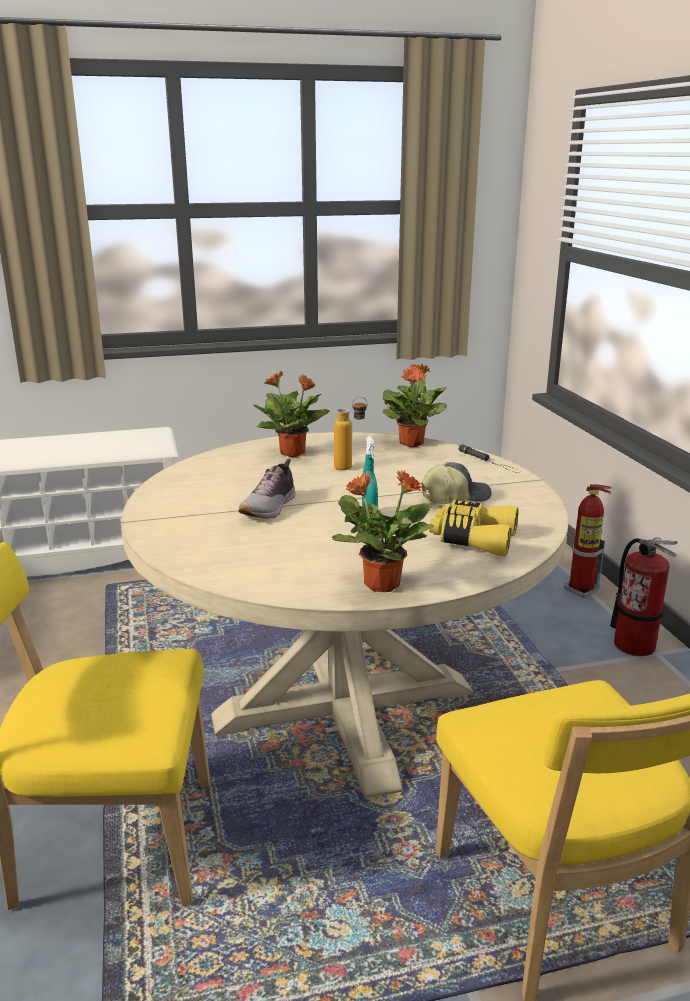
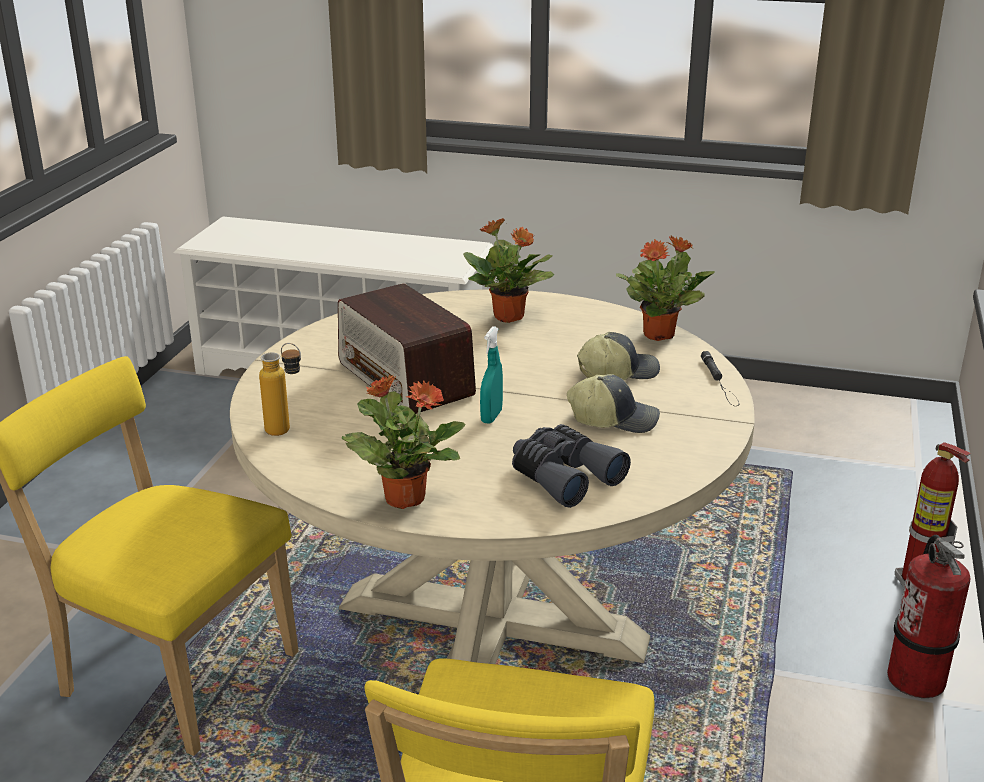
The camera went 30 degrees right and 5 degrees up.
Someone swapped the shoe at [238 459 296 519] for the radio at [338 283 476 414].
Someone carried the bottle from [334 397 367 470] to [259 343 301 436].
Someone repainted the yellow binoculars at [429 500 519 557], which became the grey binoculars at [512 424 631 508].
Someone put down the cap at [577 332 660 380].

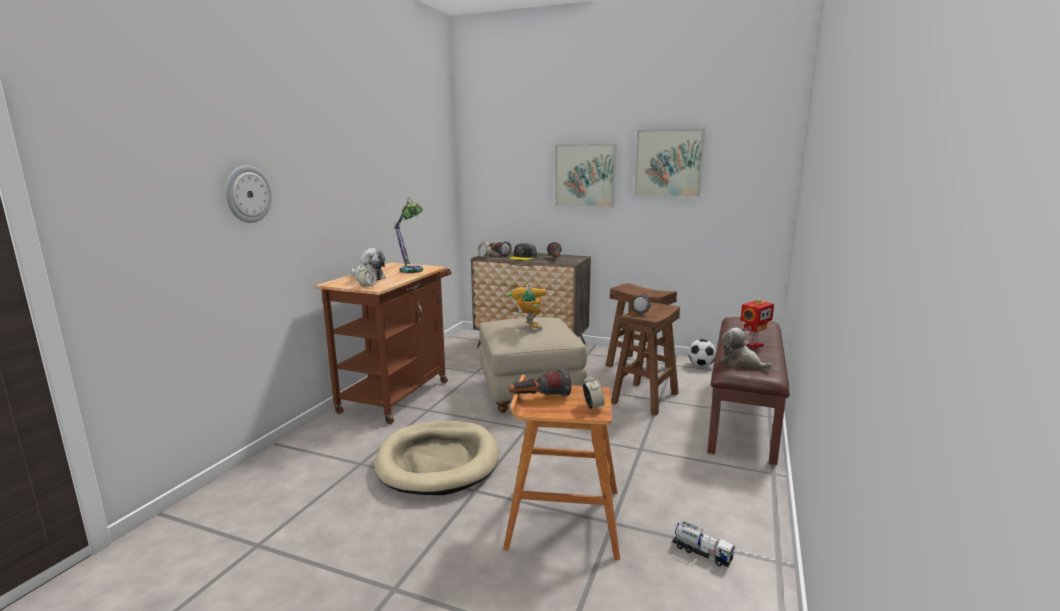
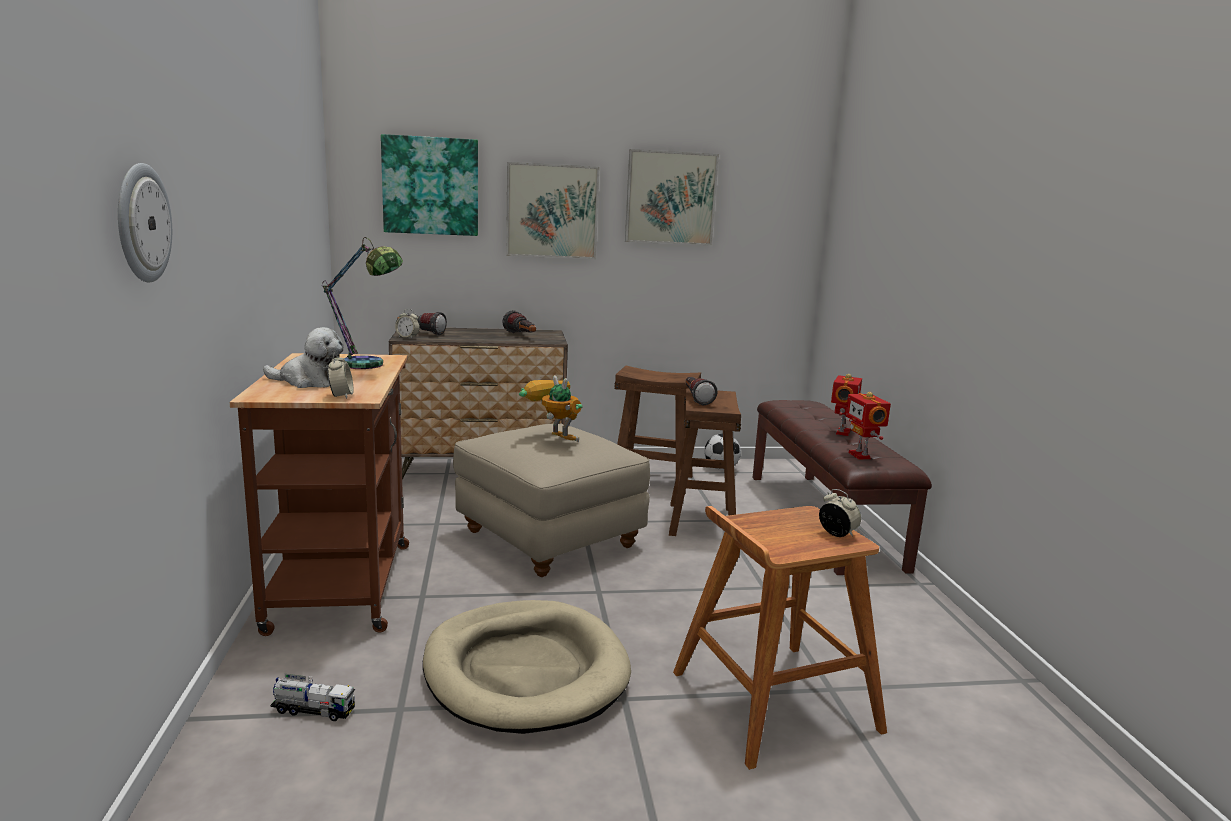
The camera went 30 degrees left and 0 degrees up.
Someone took away the flashlight at [508 369 571 396].
Someone took away the grey cap at [510 243 537 260].
Someone carried the toy truck from [672 521 735 567] to [270 674 355 721].
Someone swapped the plush toy at [720 328 773 371] for the toy robot at [845 392 891 459].
Someone put up the picture at [381 134 478 236].

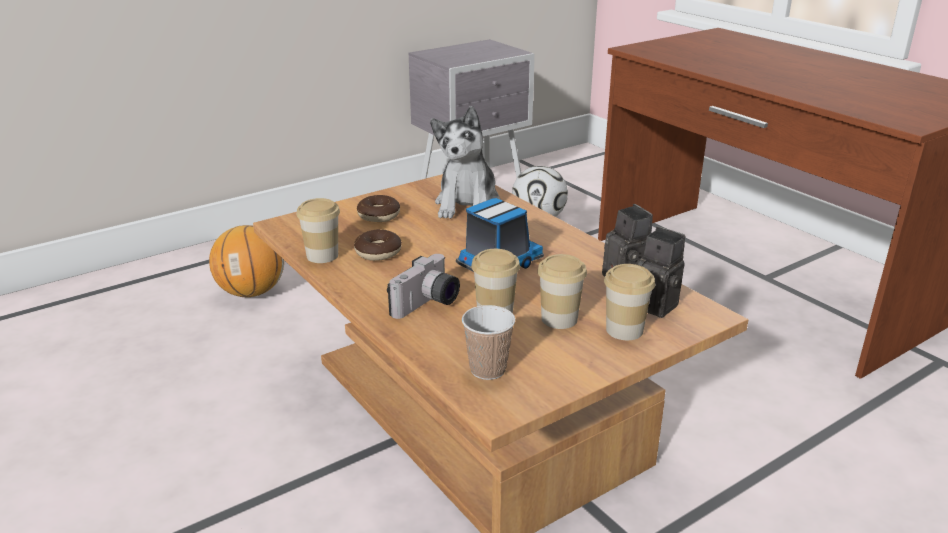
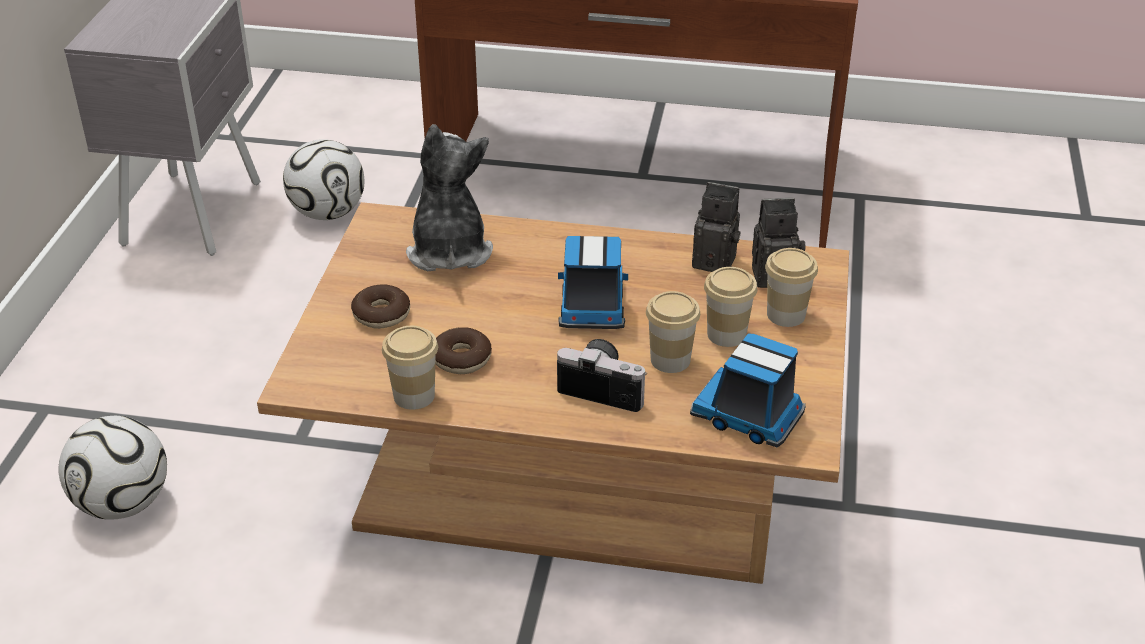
The camera went 45 degrees left and 10 degrees up.
Someone swapped the basketball at [209 225 284 297] for the football at [59 416 167 520].
Someone rotated the photo camera at [387 254 460 319] by 60 degrees counterclockwise.
Someone rotated the plush toy at [430 106 500 219] by 150 degrees counterclockwise.
Someone swapped the cup at [462 305 515 380] for the toy truck at [690 333 806 448].

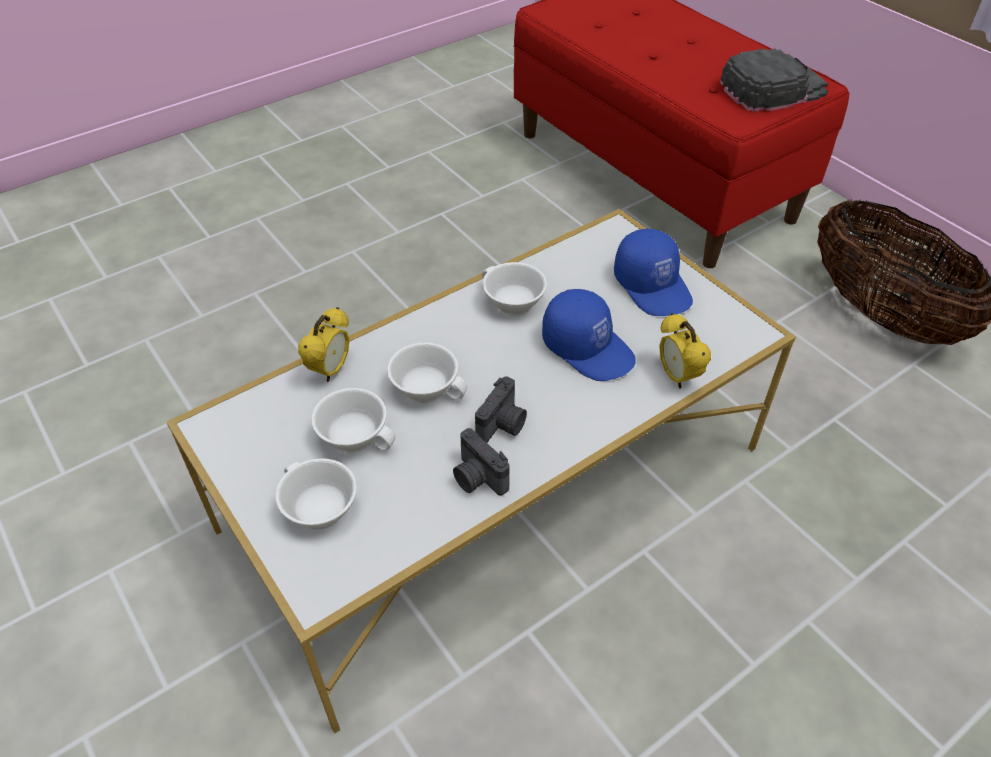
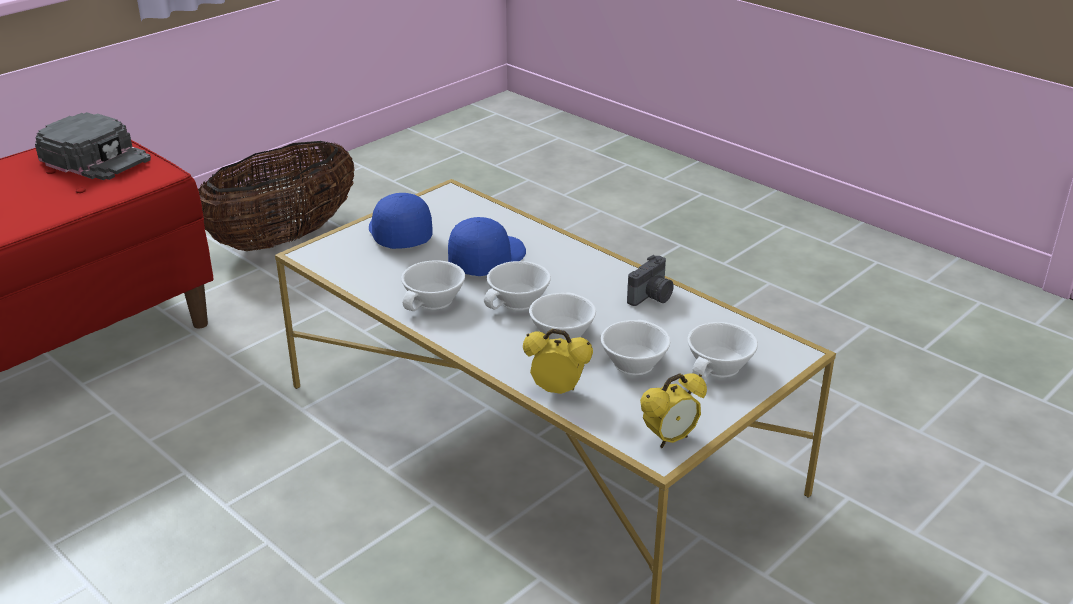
The camera went 100 degrees left and 15 degrees down.
Someone took away the photo camera at [475 377 527 442].
Someone rotated the blue cap at [614 229 693 316] by 75 degrees counterclockwise.
Someone carried the alarm clock from [659 313 711 389] to [640 373 707 448].
Someone rotated the black cap at [720 49 828 112] by 150 degrees clockwise.
Someone put down the white cup at [484 261 551 310].

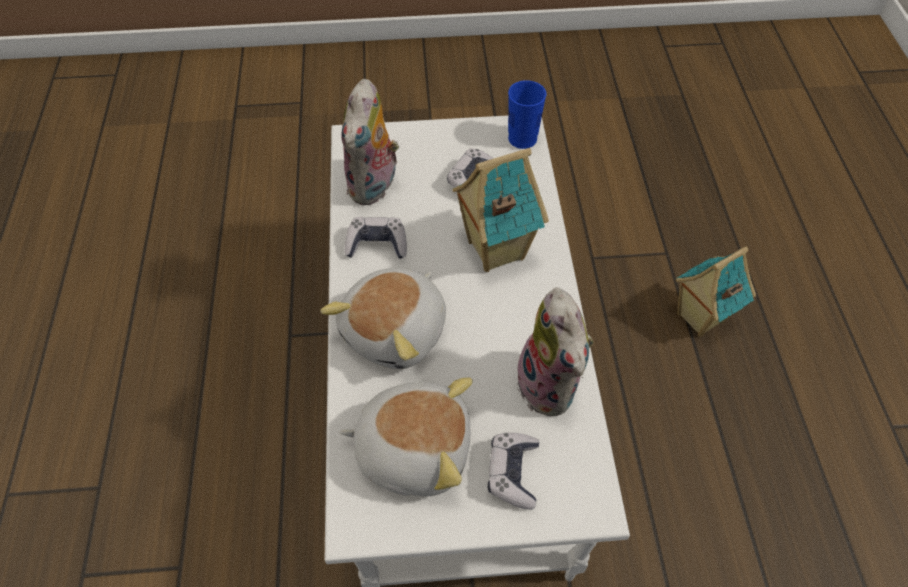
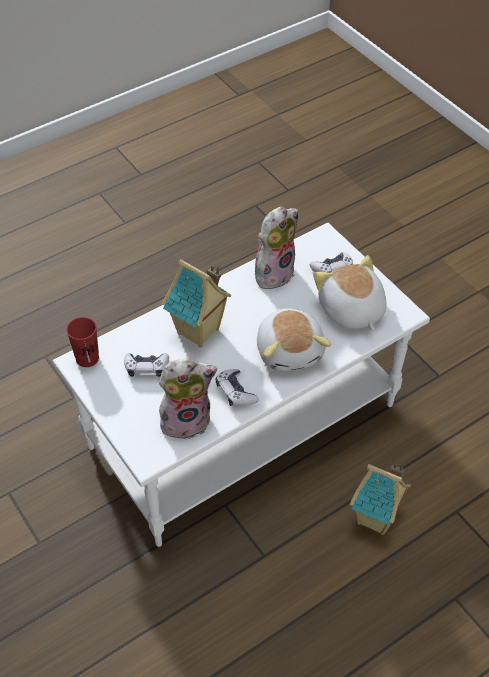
The camera went 120 degrees left and 5 degrees down.
Someone rotated the plush toy at [320 268 446 369] by 75 degrees clockwise.
Someone repainted the blue cup at [508 80 546 149], which became the red cup at [66 317 99 367].
Someone carried the toy house from [676 247 756 337] to [350 463 411 535].

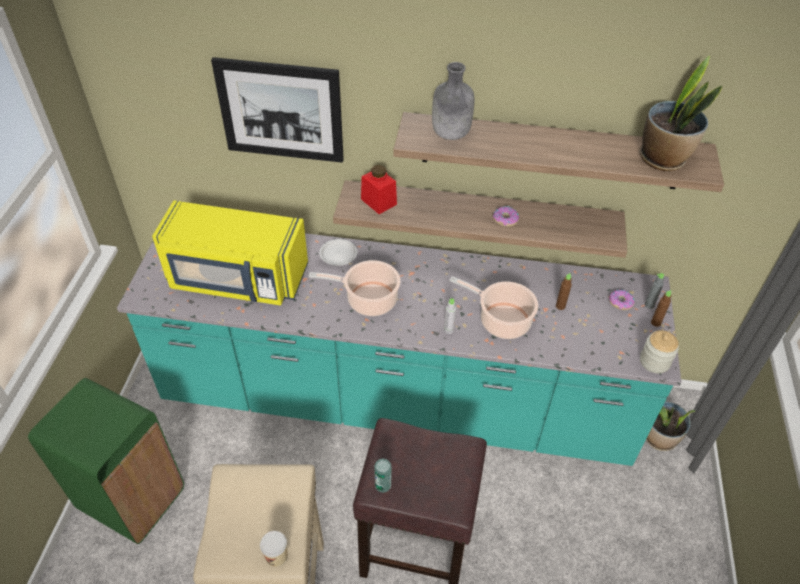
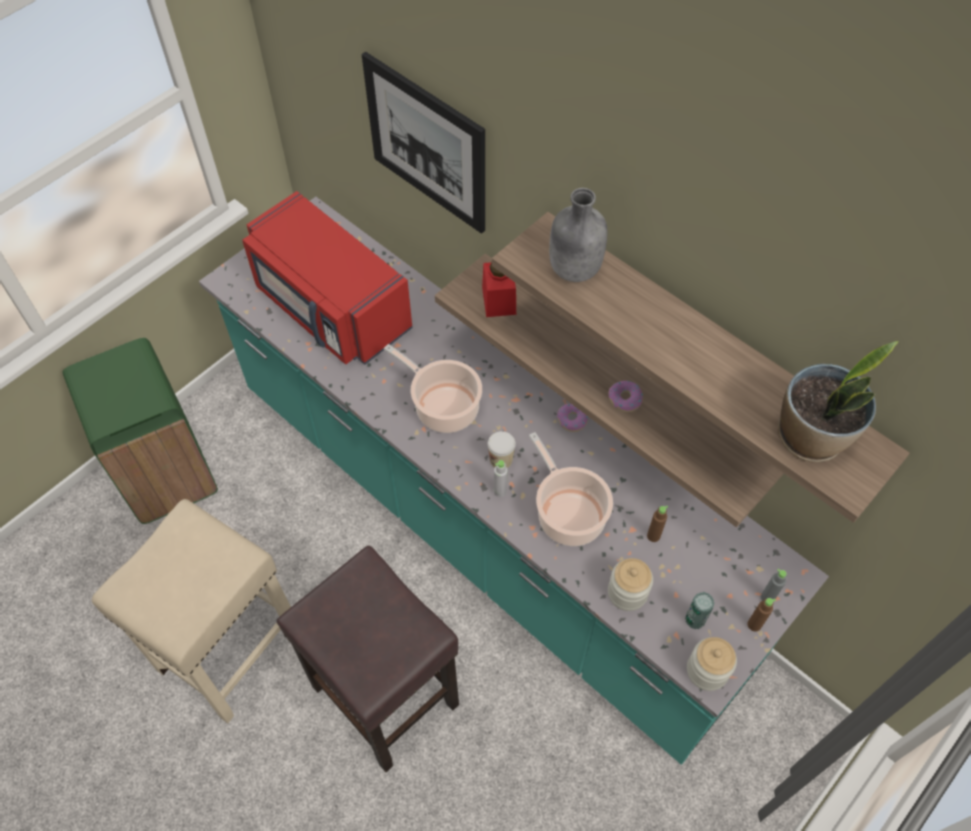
The camera went 35 degrees right and 10 degrees up.
Someone repainted the yellow microwave at [152 201 308 305], which became the red microwave at [242 191 412 365].
Someone carried the cup from [260 531 288 567] to [488 431 516 468].
Someone took away the white plate at [319 239 358 266].
Someone carried the can from [374 458 392 493] to [685 592 715 629].
Someone carried the donut from [609 290 635 310] to [557 403 588 432].
Someone took away the potted plant at [646 401 695 451].
Someone put down the jar at [608 558 653 611].

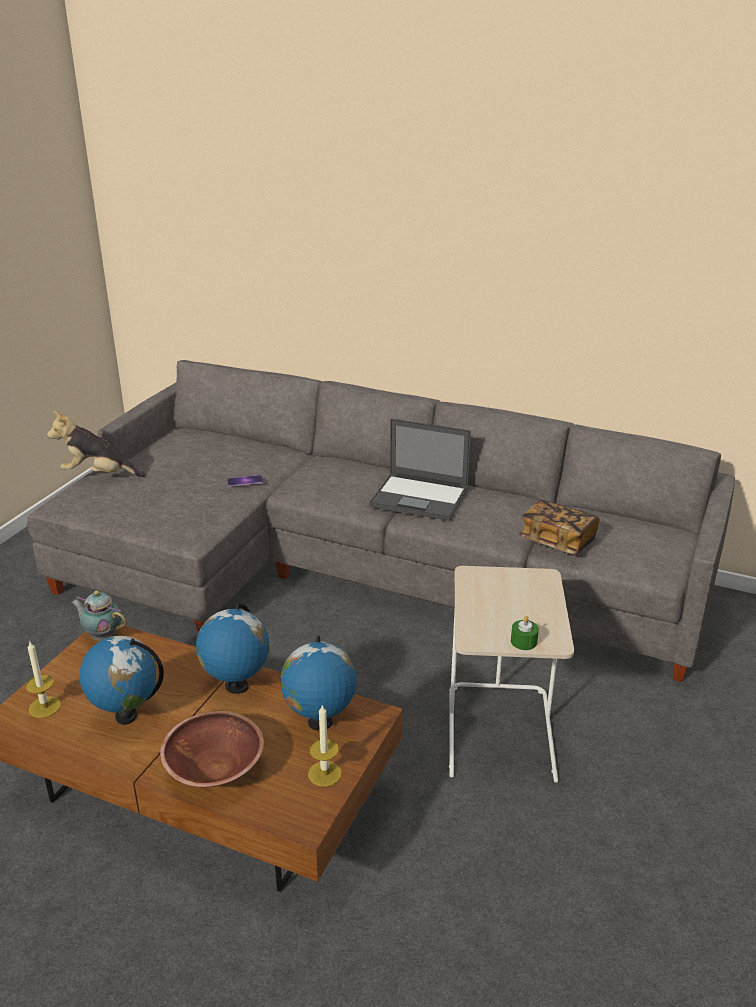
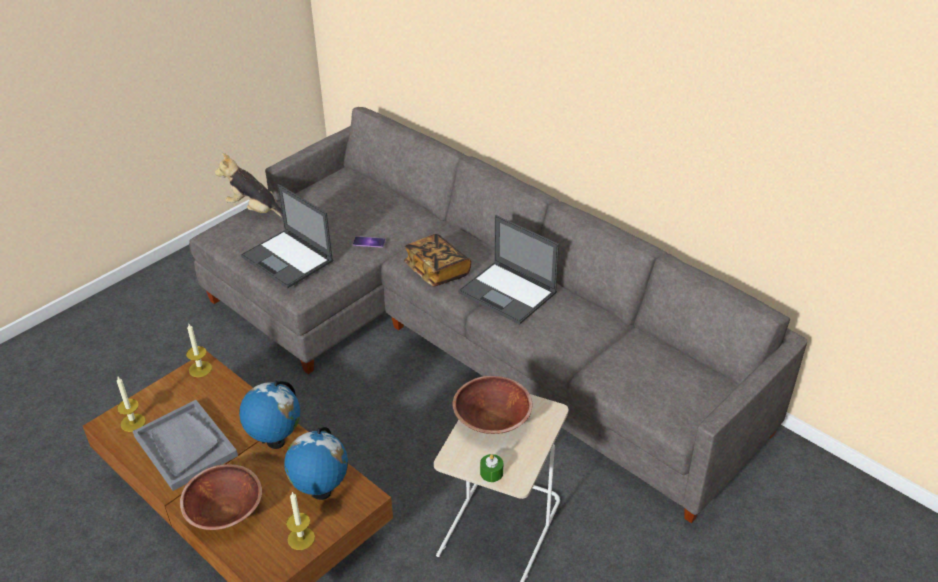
The camera went 20 degrees right and 10 degrees up.
Someone swapped the teapot at [71 591 127 641] for the candle at [186 324 212 377].
Someone swapped the globe at [80 636 164 725] for the grey tray at [133 400 238 491].
Someone carried the book from [519 500 600 555] to [404 234 471 287].
Someone put down the laptop at [241 184 333 289].
Someone put down the brown bowl at [452 376 532 434].

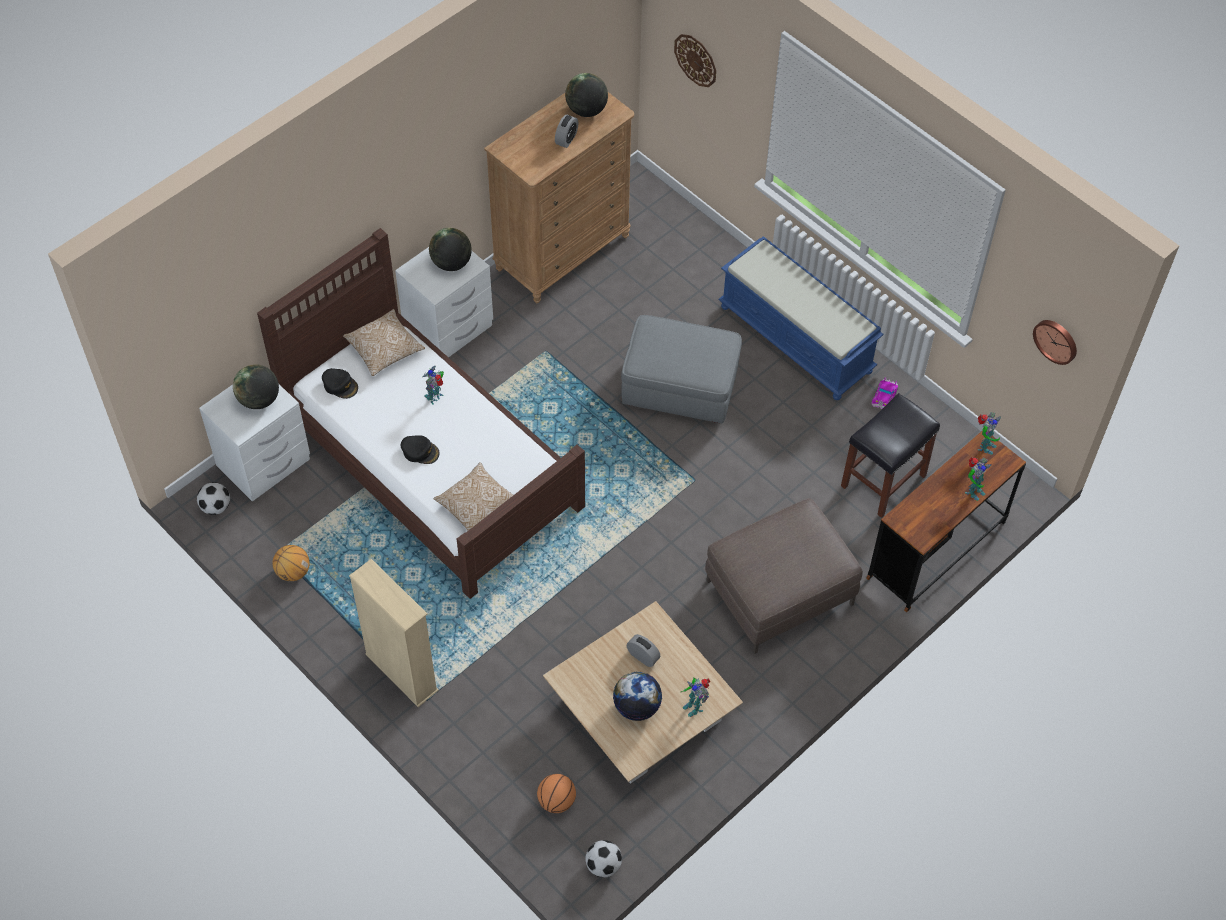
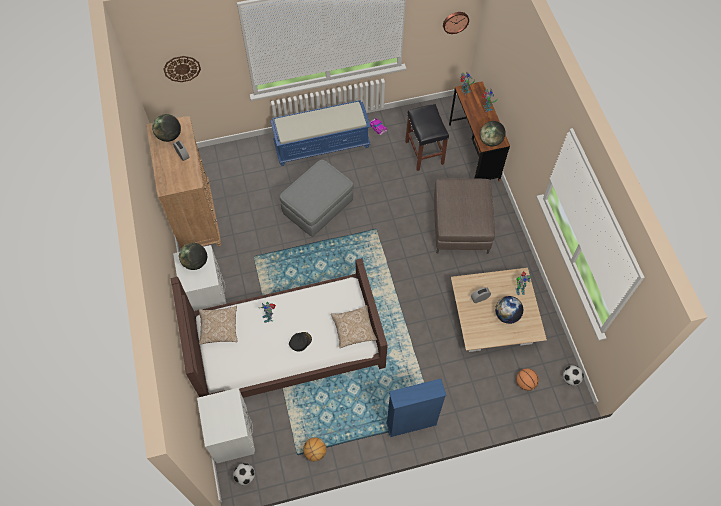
The camera went 60 degrees left and 5 degrees up.
Someone carried the globe from [233 364 279 409] to [480 121 506 146].
Someone took away the black cap at [322 368 358 399].
Someone repainted the beige bookcase at [349 559 439 707], which became the blue bookcase at [386 379 447 437].

